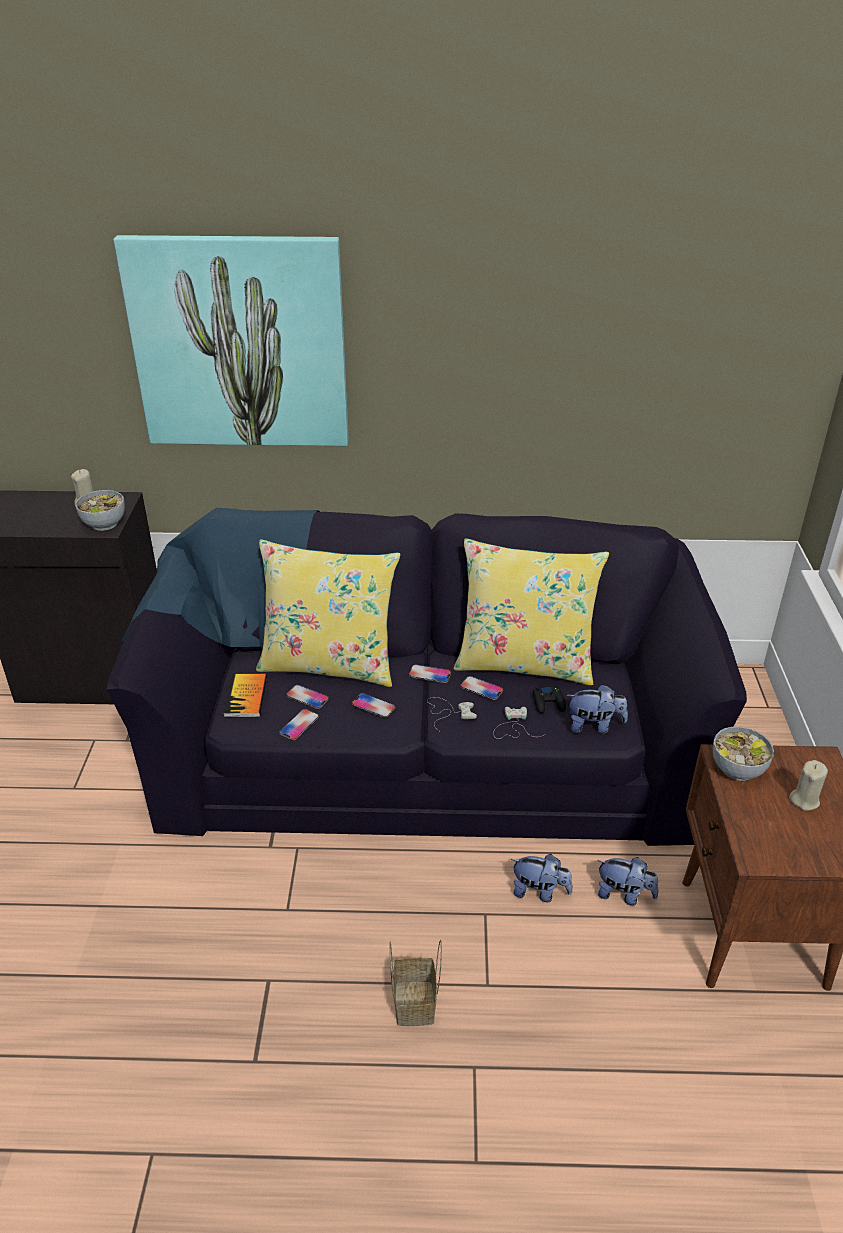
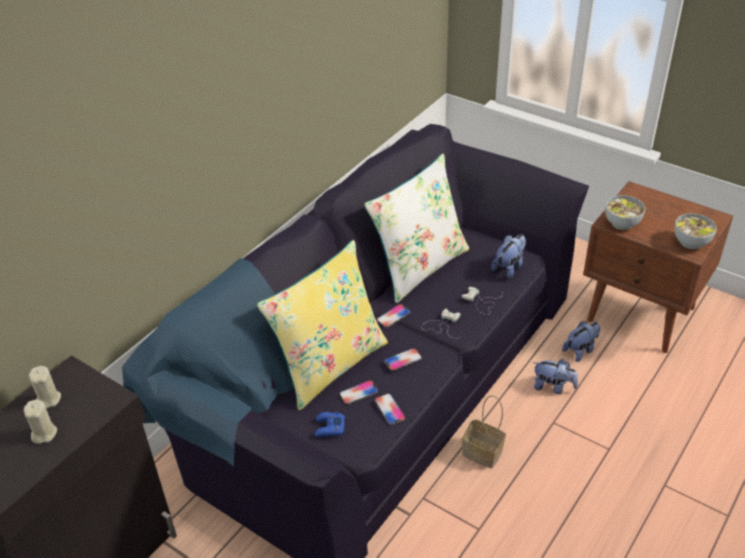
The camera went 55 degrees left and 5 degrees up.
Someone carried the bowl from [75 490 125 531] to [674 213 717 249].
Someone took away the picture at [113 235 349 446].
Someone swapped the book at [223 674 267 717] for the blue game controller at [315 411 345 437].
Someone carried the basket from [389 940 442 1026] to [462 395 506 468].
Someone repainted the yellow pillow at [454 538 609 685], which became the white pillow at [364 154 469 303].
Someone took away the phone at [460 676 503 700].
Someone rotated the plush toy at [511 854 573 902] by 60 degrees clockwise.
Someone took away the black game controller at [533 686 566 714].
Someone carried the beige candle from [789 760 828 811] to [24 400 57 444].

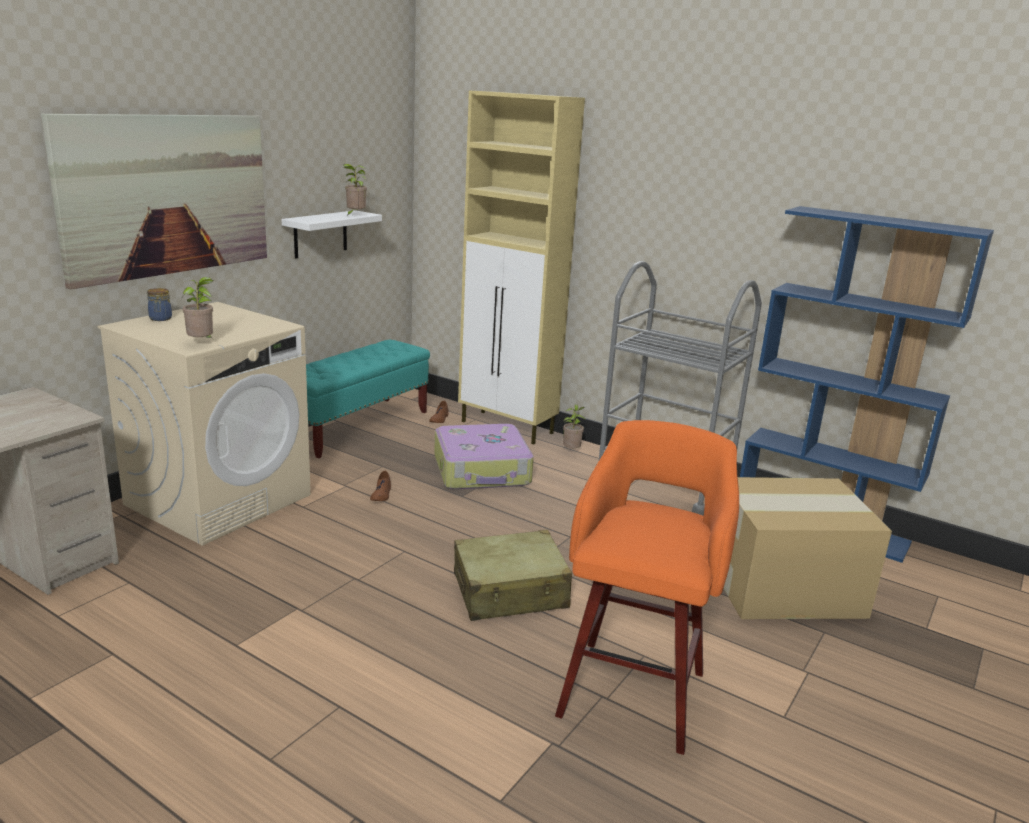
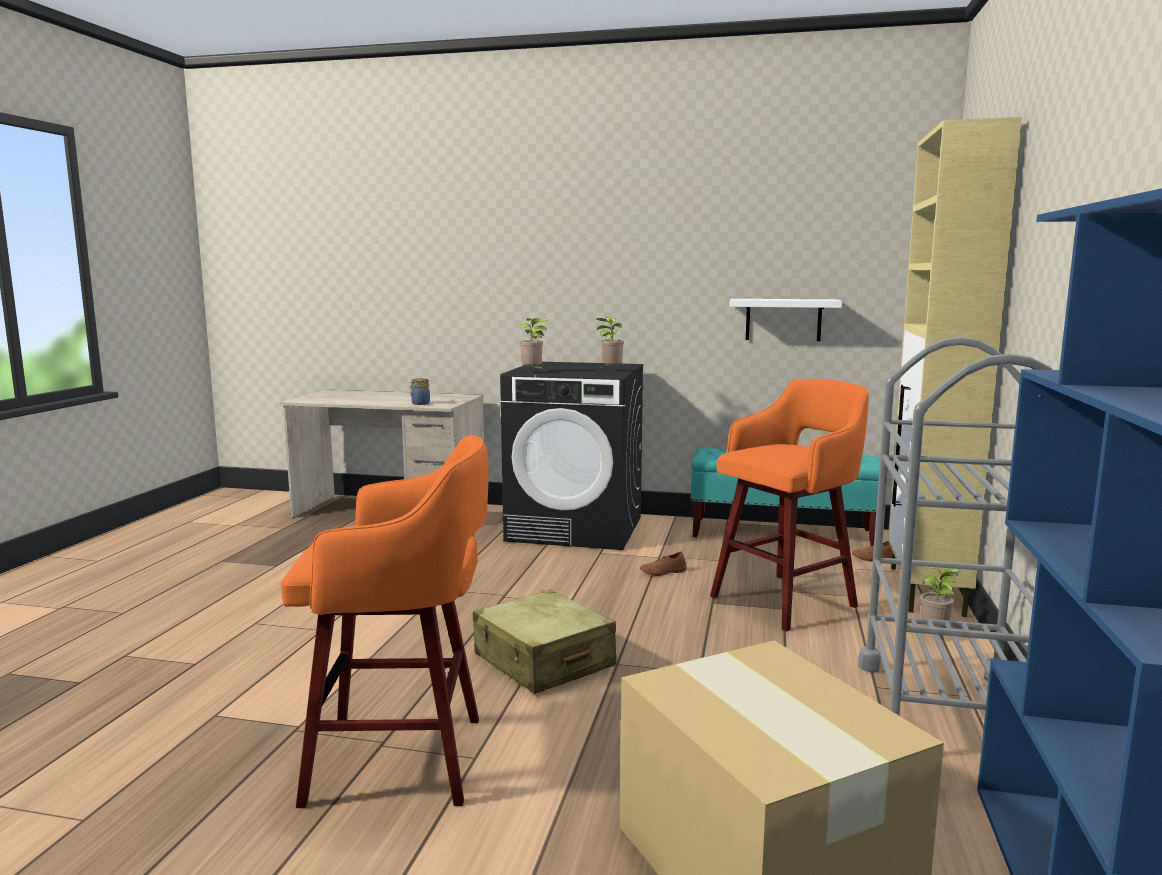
The camera went 70 degrees right and 10 degrees down.
Someone took away the picture at [41 114 267 290].
Someone repainted the beige washing machine at [98 302 311 545], which became the black washing machine at [500 362 644 550].
Someone carried the jar from [147 288 172 321] to [410 378 430 405].
Someone carried the potted plant from [343 164 367 217] to [596 317 624 369].
Someone swapped the suitcase at [434 424 534 490] for the orange stool at [710 379 869 631].

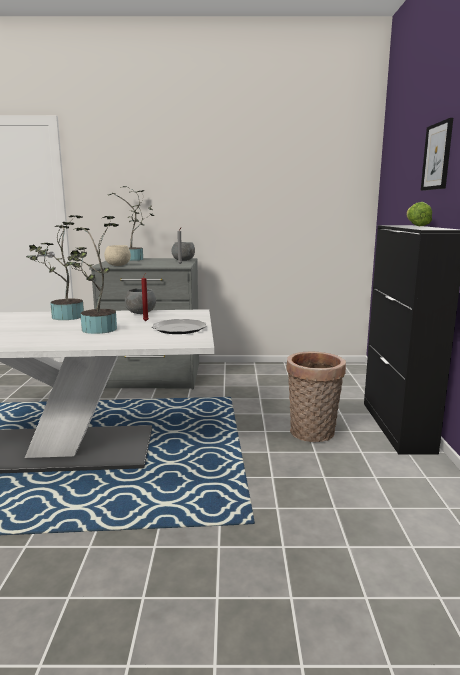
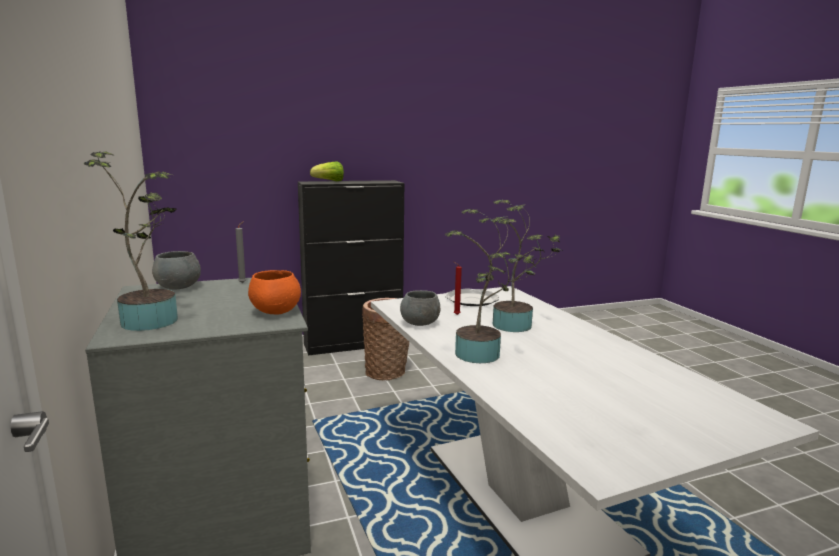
The camera went 110 degrees left and 0 degrees up.
Someone repainted the beige bowl at [104 245 131 266], which became the orange bowl at [248 270 301 315].
Someone took away the picture at [421 118 453 191].

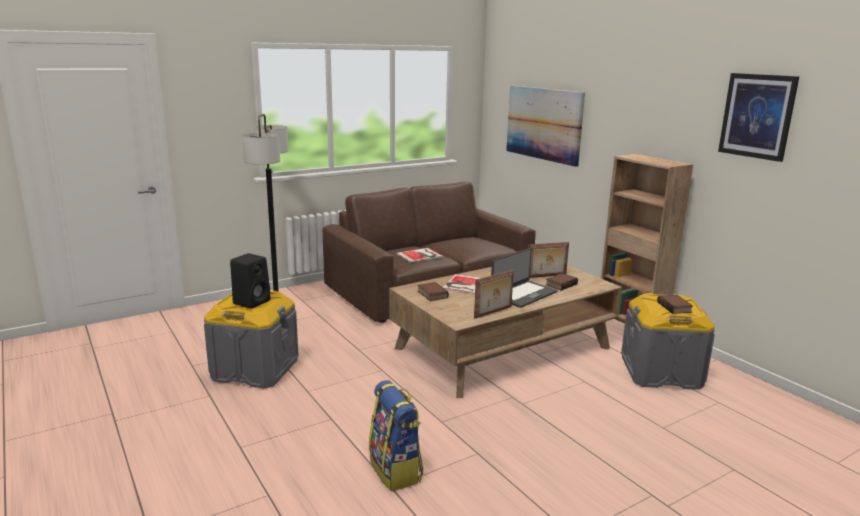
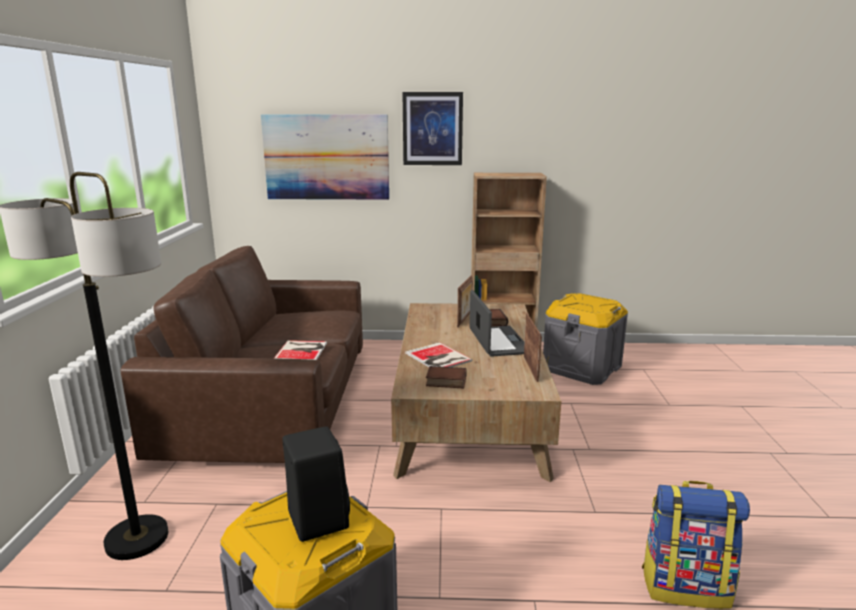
The camera went 55 degrees left and 0 degrees up.
Someone took away the book at [657 295 693 314].
Someone carried the picture from [718 73 799 162] to [402 92 463 165].

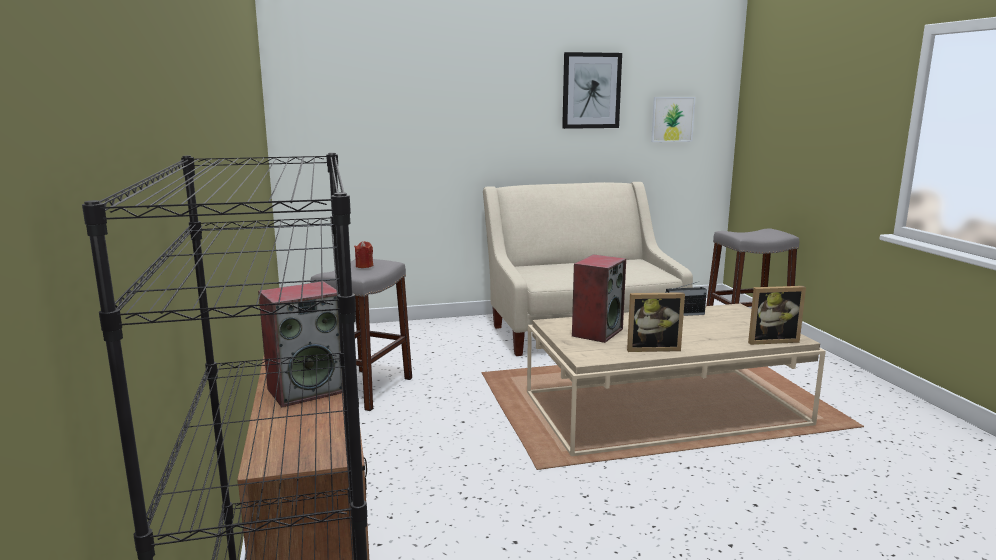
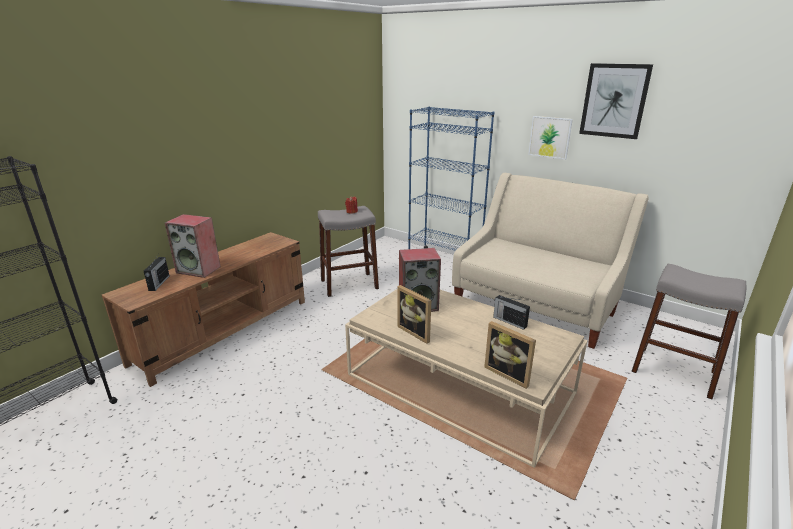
The camera went 50 degrees right and 10 degrees up.
Someone carried the picture from [651 97 695 142] to [528 116 573 160].
Someone put down the radio at [144 255 170 291].
Someone put down the blue bookcase at [408 106 494 251].

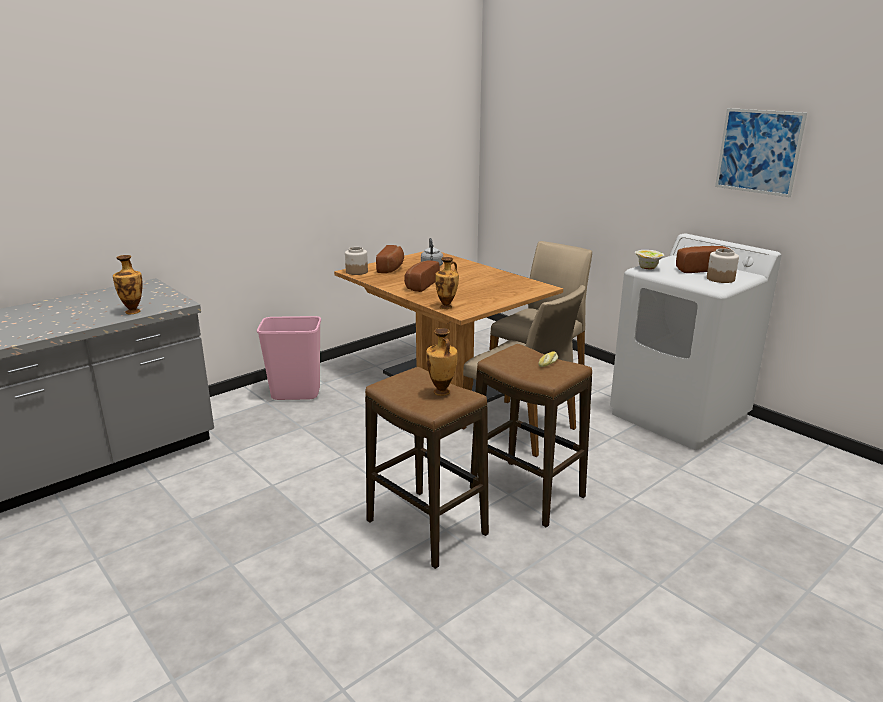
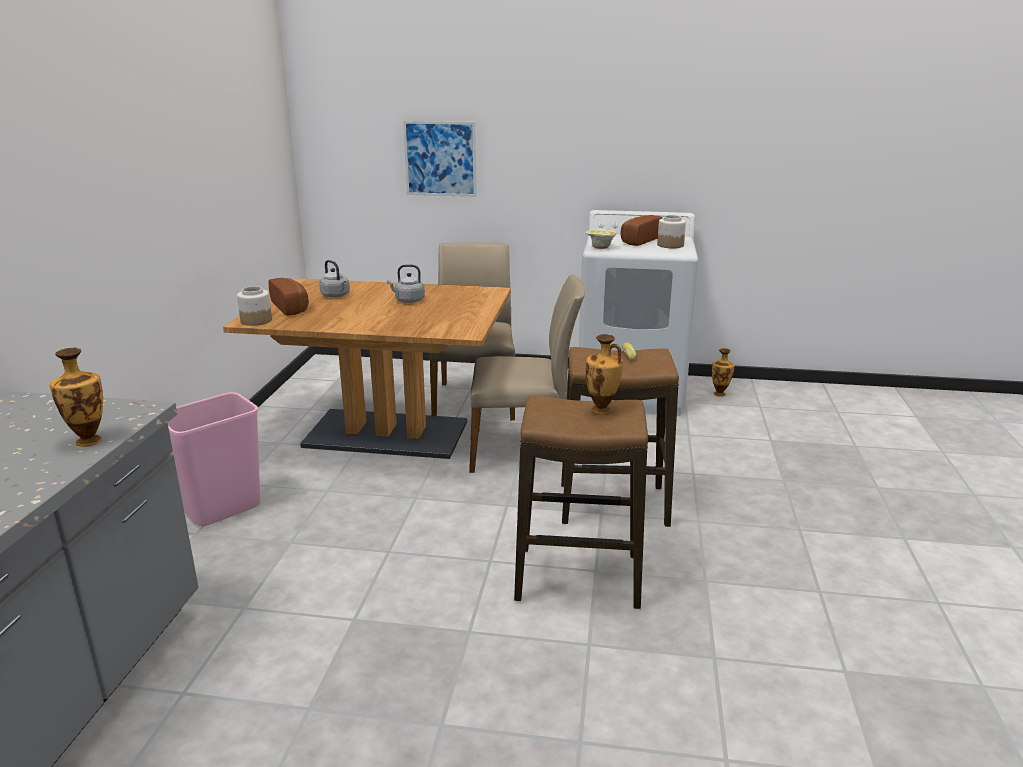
The camera went 40 degrees left and 0 degrees up.
Someone took away the bread at [404 260 440 292].
Someone carried the vase from [435 257 459 309] to [712 348 735 397].
Someone carried the picture from [715 108 807 197] to [403 121 476 197].
Someone put down the grey kettle at [387 264 425 303].

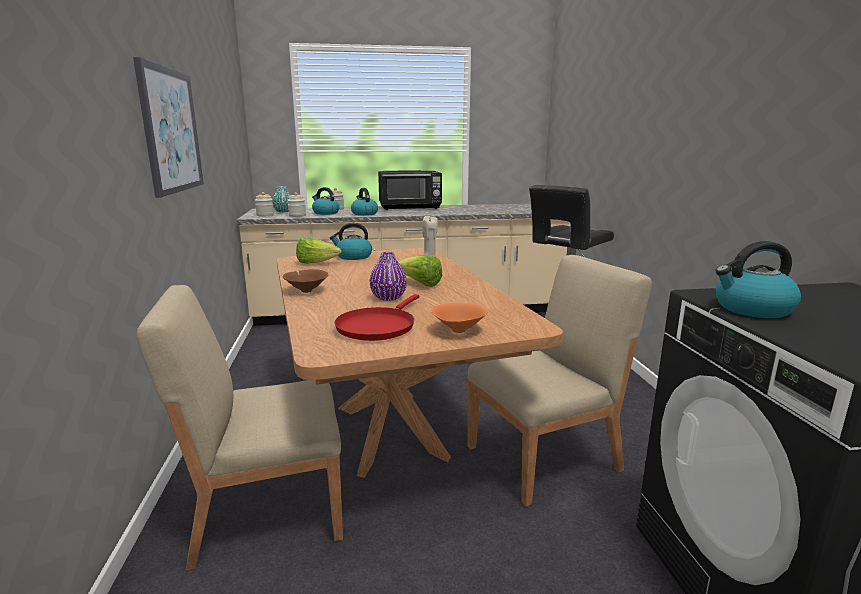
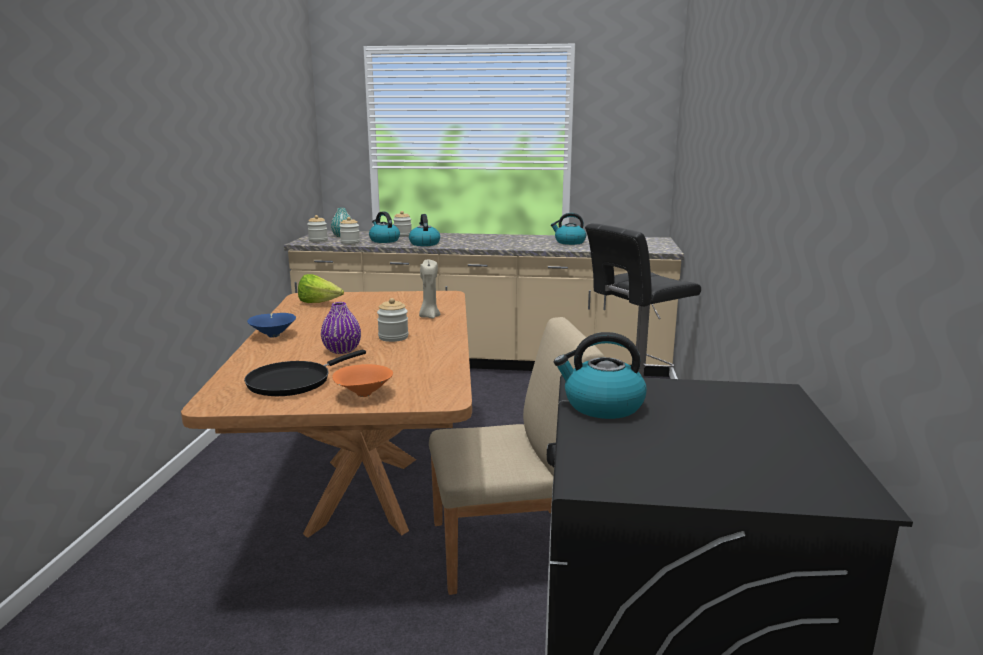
The camera went 15 degrees right and 0 degrees up.
Someone took away the picture at [133 57 204 198].
Someone took away the beige chair at [137 285 343 570].
Someone repainted the brown bowl at [283 269 328 293], which became the blue bowl at [247 313 296 338].
Someone carried the kettle from [330 223 372 260] to [551 213 586 245].
Someone repainted the red frying pan at [334 294 419 341], which became the black frying pan at [244 350 366 396].
Someone took away the black microwave at [378 170 442 210].
Someone swapped the lettuce at [399 255 442 287] for the jar at [377 298 409 342].

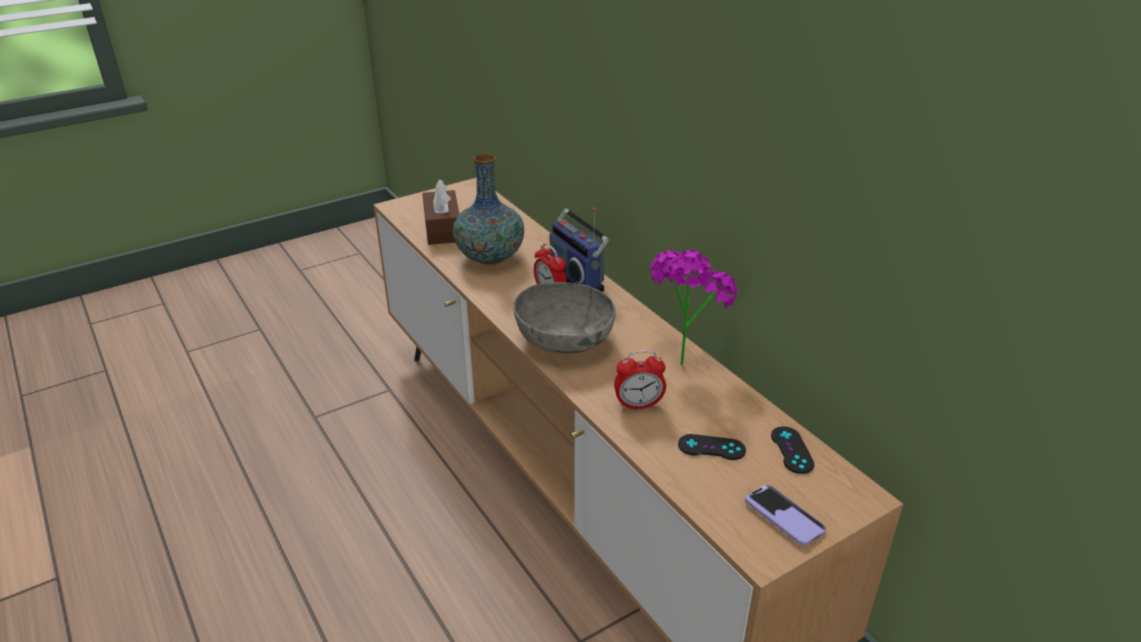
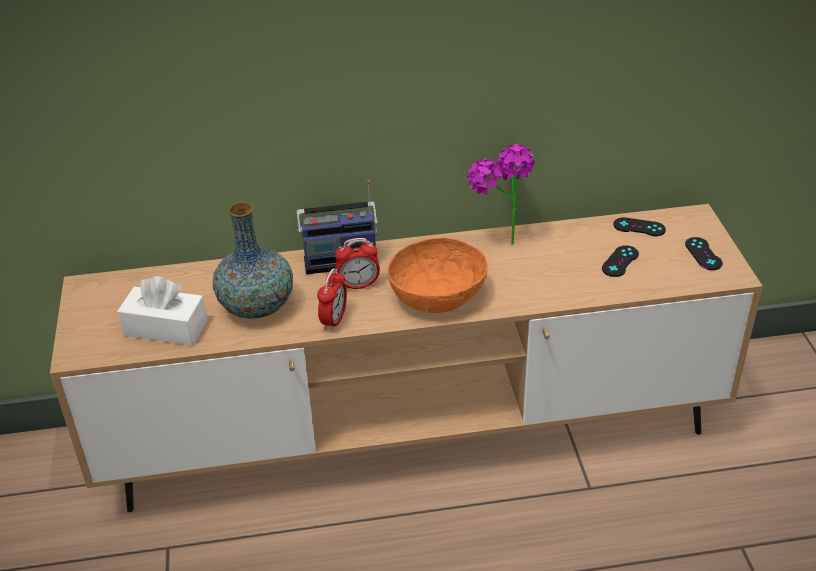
The camera went 65 degrees left and 5 degrees up.
Someone repainted the brown tissue box at [422 180 459 245], which became the white tissue box at [117 276 207 346].
Someone repainted the grey bowl at [513 282 616 353], which became the orange bowl at [387 237 488 313].
Someone carried the alarm clock from [614 350 666 410] to [317 268 347 331].
Someone swapped the phone at [745 485 826 545] for the black game controller at [685 237 723 270].

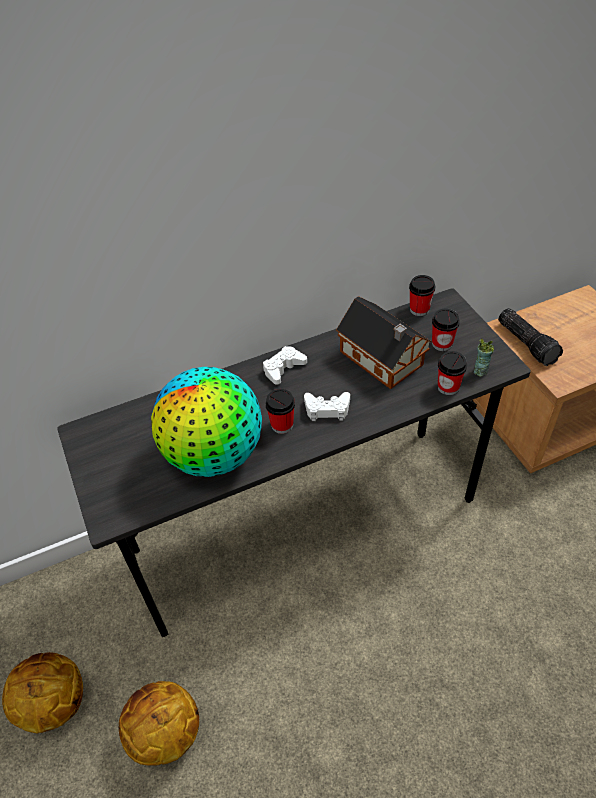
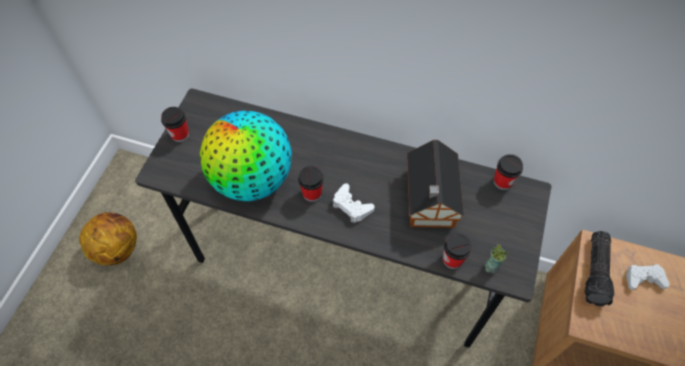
The camera went 40 degrees right and 10 degrees up.
Someone took away the basketball at [119 681 199 766].
Someone carried the white game controller from [263 346 307 385] to [626 264 670 290].
Someone carried the cup from [432 309 460 351] to [161 107 189 142].

